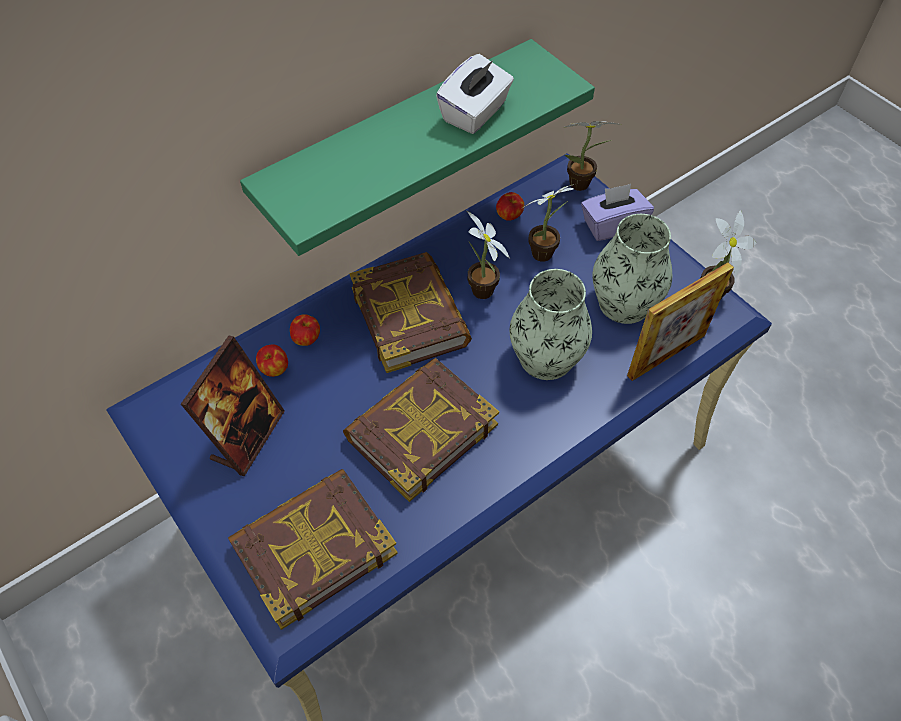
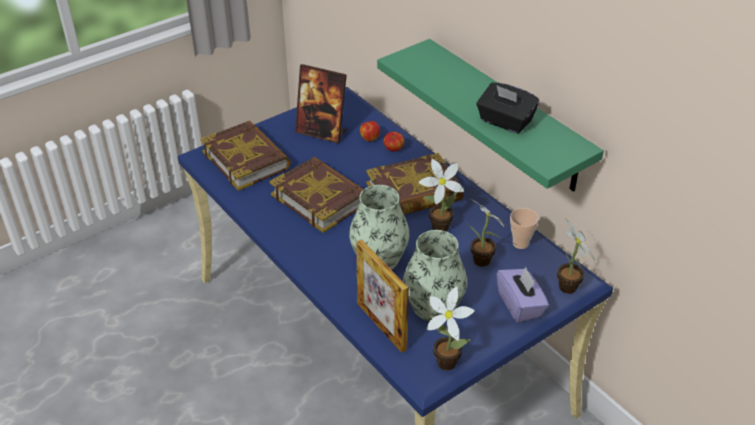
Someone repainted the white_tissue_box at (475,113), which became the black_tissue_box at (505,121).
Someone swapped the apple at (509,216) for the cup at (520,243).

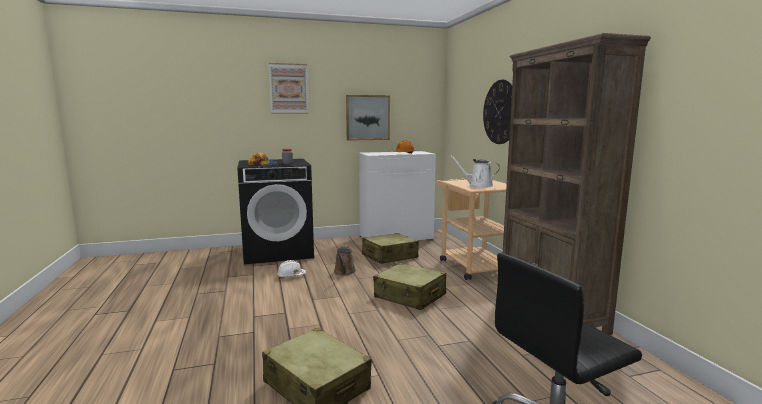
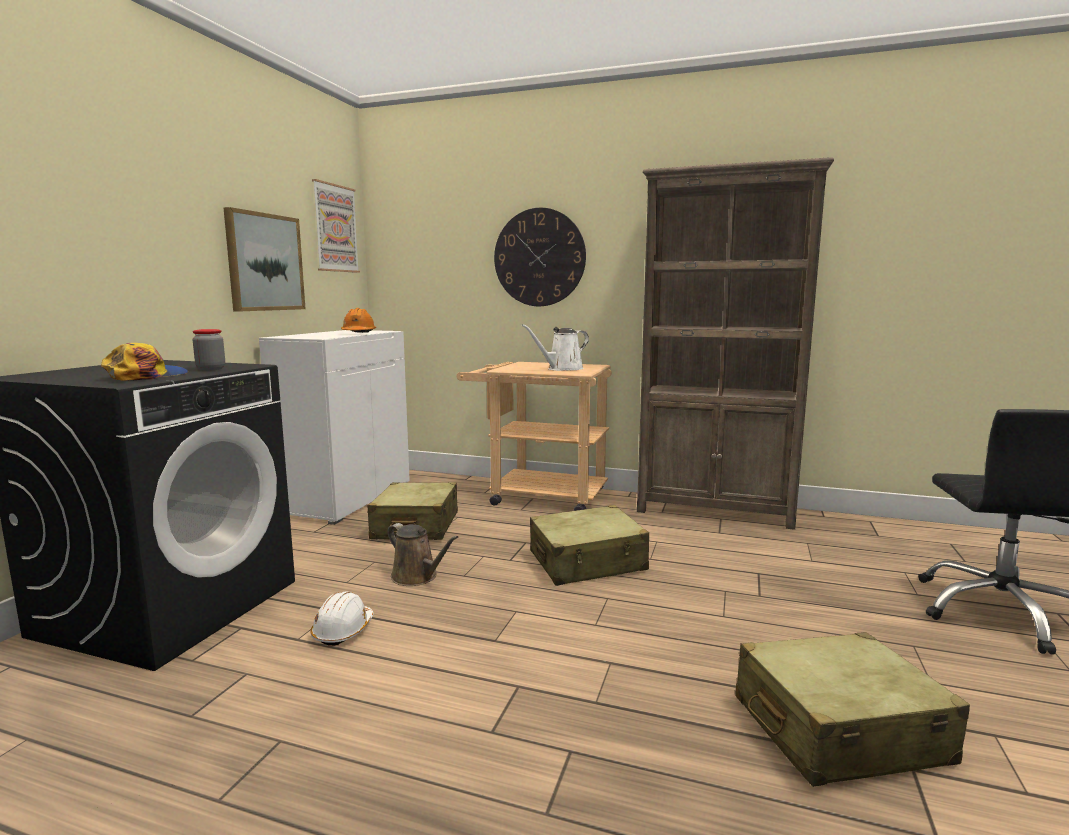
Someone carried the picture from (288,89) to (335,228).

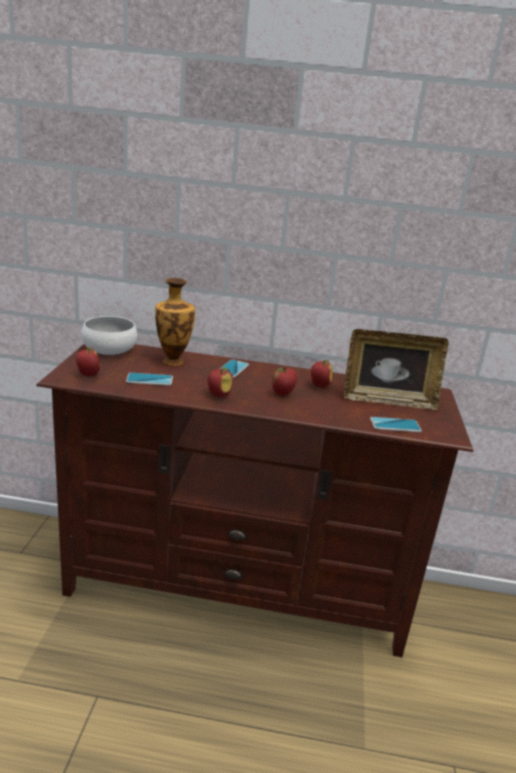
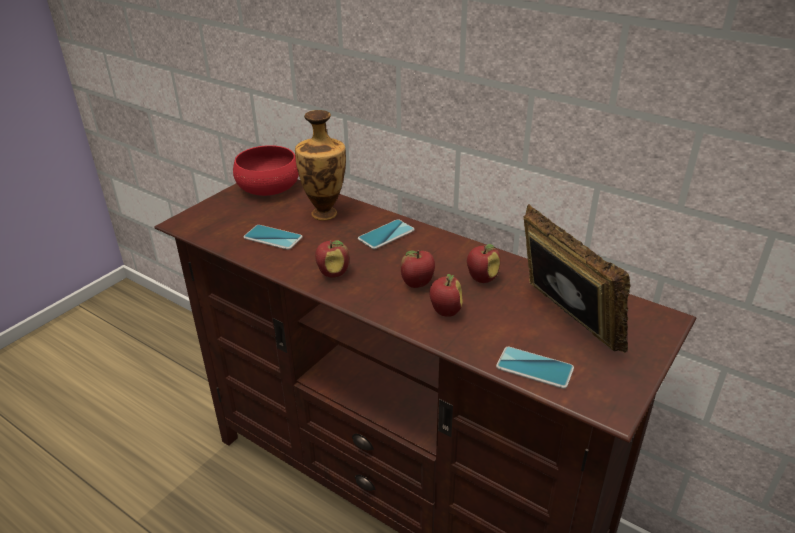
Someone repainted the white_bowl at (109,349), which became the red_bowl at (268,187).
Someone carried the apple from (88,375) to (445,312).
Someone rotated the picture_frame at (388,401) by 150 degrees counterclockwise.

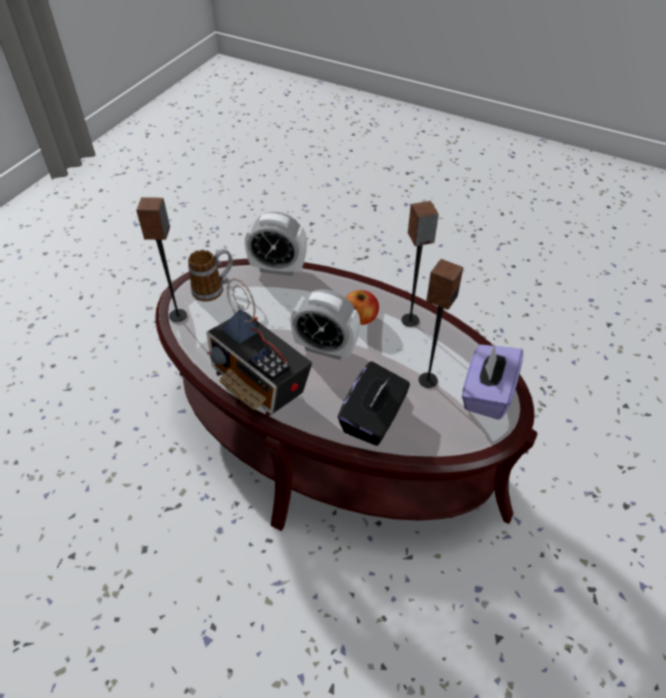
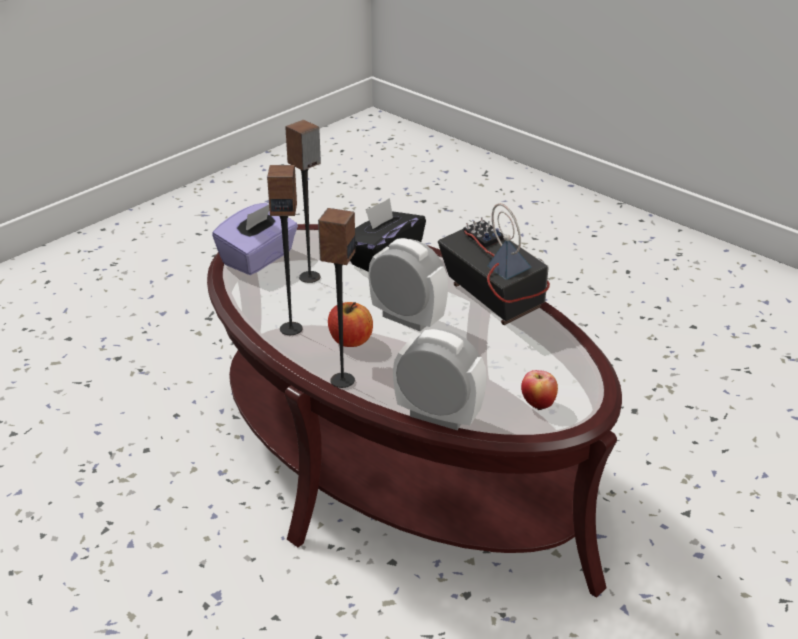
Someone carried the speaker from (178,315) to (342,380).
Someone swapped the mug at (214,289) for the apple at (537,405).

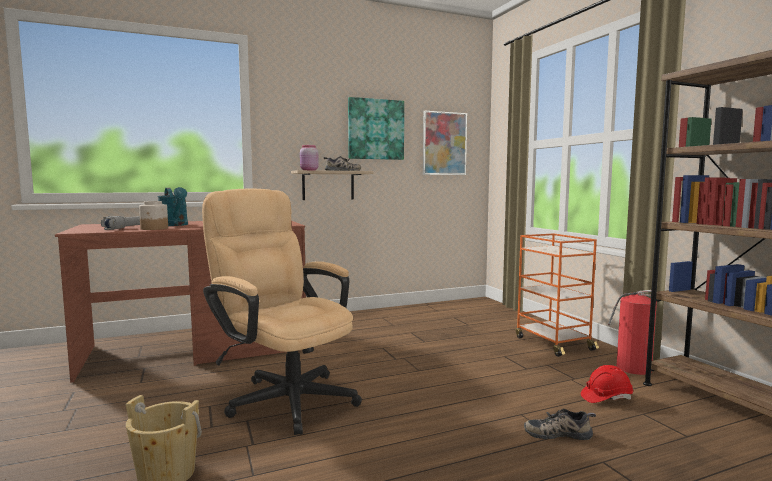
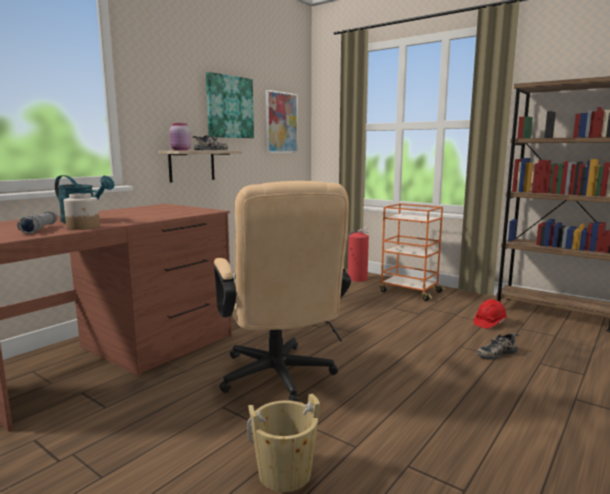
Someone rotated the beige_office_chair at (285,396) by 120 degrees counterclockwise.
Someone carried the fire_extinguisher from (631,368) to (356,278).

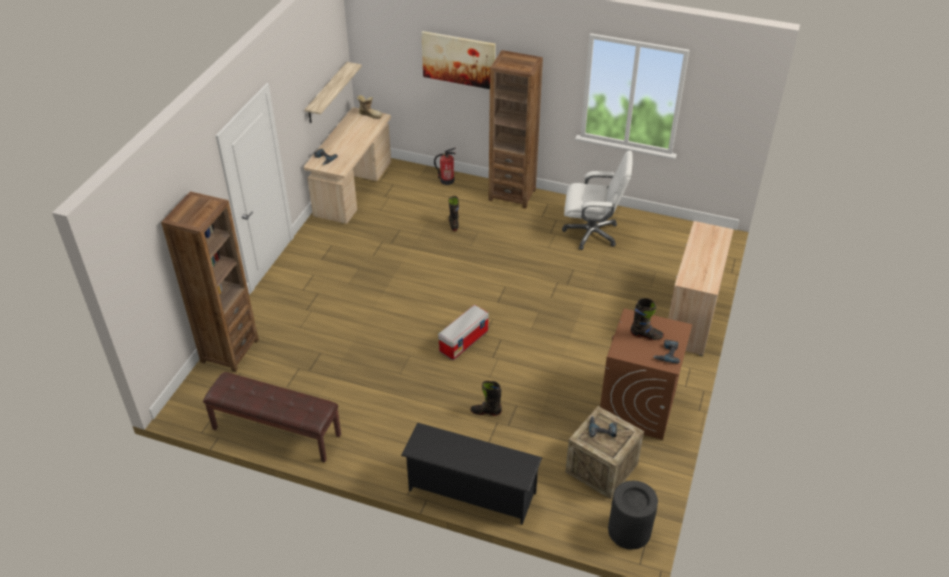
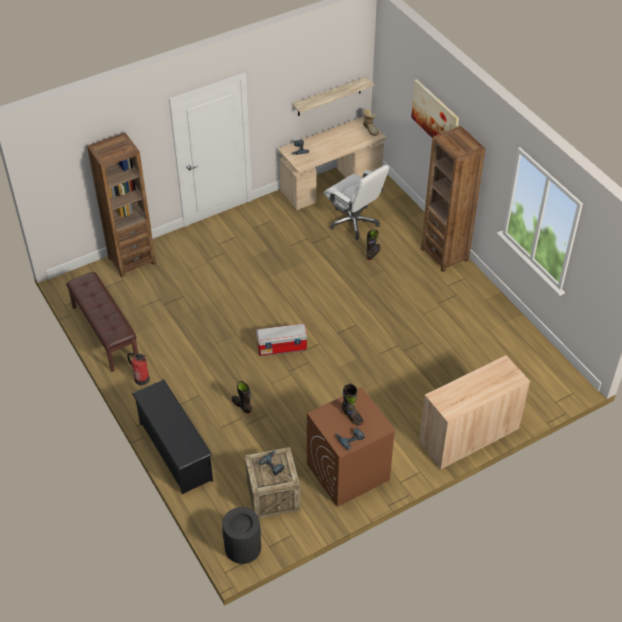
Someone carried the fire_extinguisher from (446,180) to (141,379).
Someone carried the white_office_chair from (592,233) to (354,222).

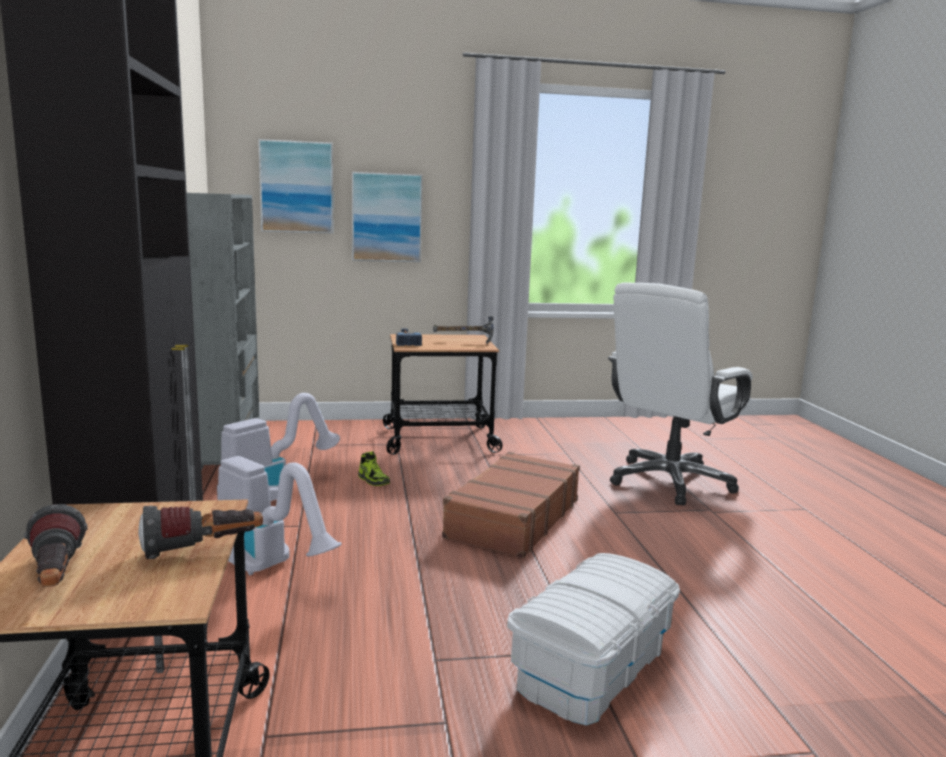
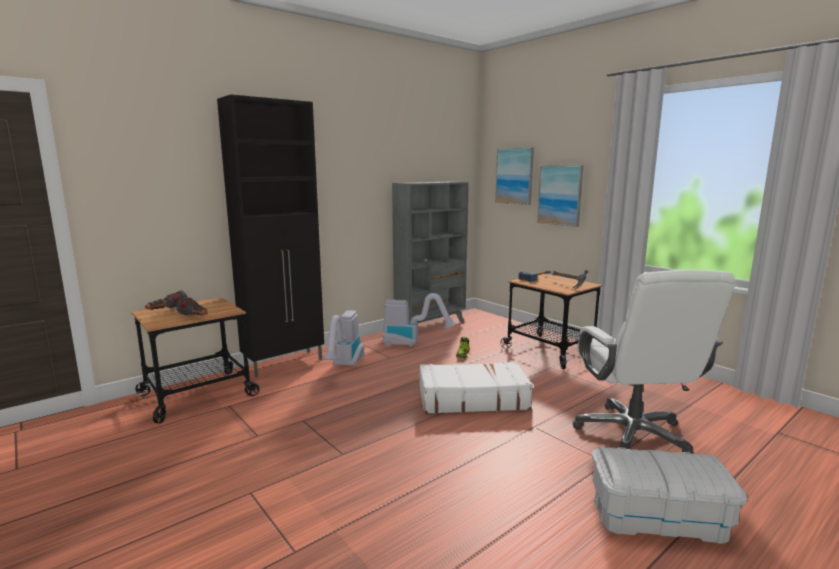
Someone repainted the brown_suitcase at (512,518), which became the white_suitcase at (472,398).
Someone rotated the white_office_chair at (670,482) by 105 degrees counterclockwise.
Someone carried the white_storage_box from (592,668) to (658,518).

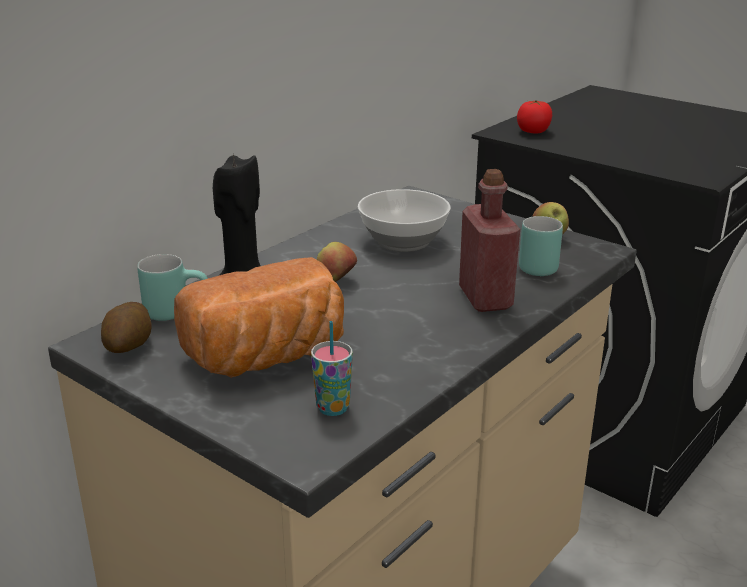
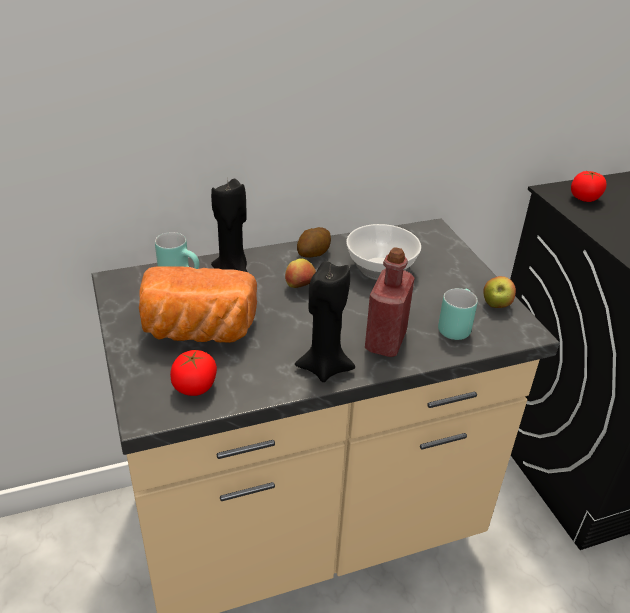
Someone swapped the cup at (333,408) for the tomato at (195,387).
Someone put down the black_candle at (324,367).
Someone carried the potato from (129,346) to (313,254).

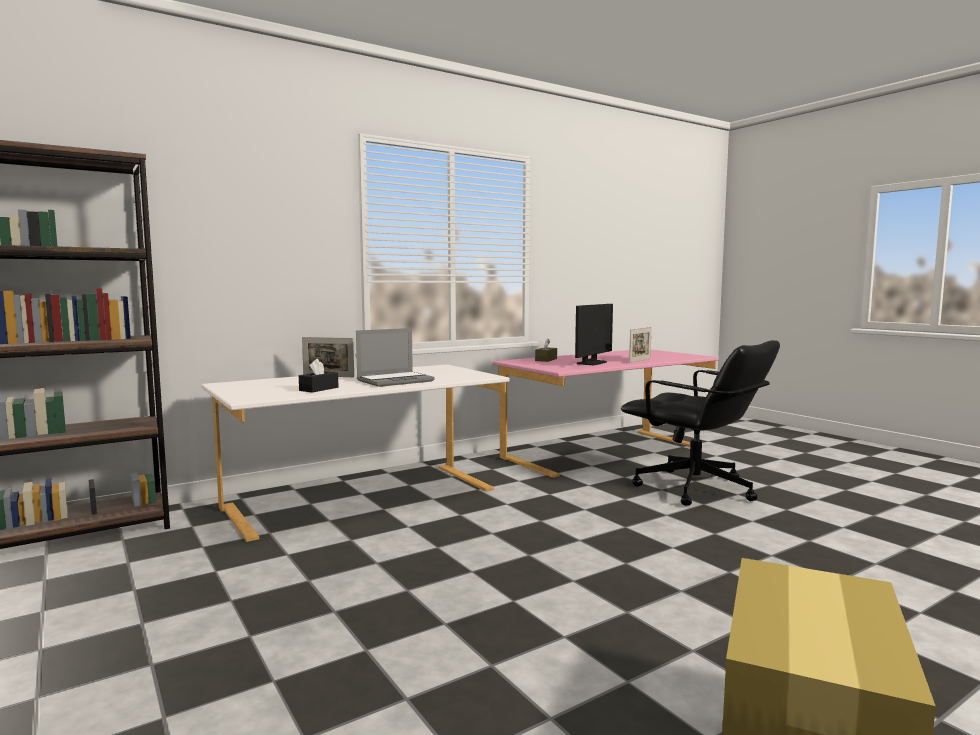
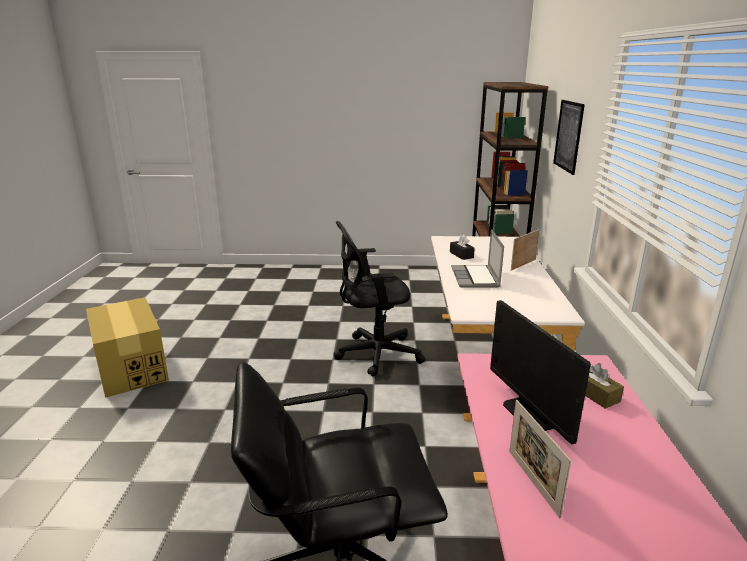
Someone put down the black_office_chair at (374,354).
Someone put up the picture at (568,136).

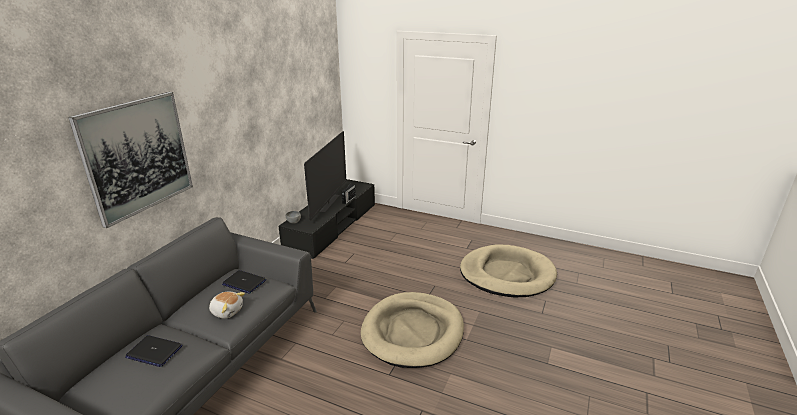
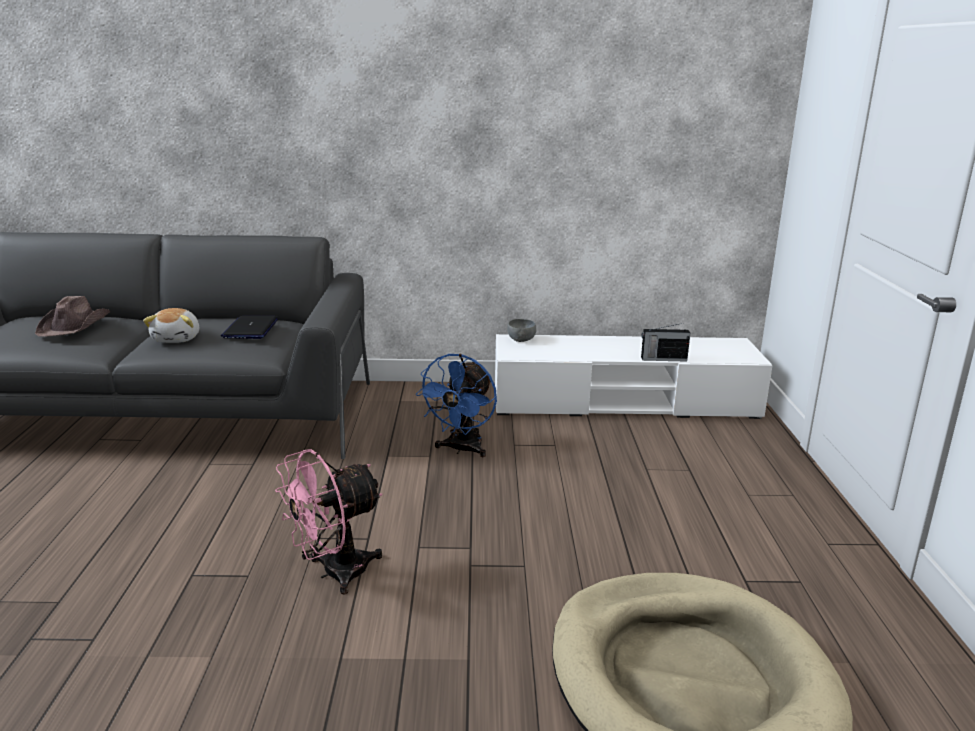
Someone swapped the laptop at (154,352) for the brown_hat at (75,325).
Someone swapped the beige_dog_bed at (413,332) for the pink_fan at (333,573).
Someone put down the blue_fan at (461,449).
Someone repainted the black_tv_stand at (332,226), which became the white_tv_stand at (623,402).
Someone took away the picture at (137,156).
Someone took away the television at (328,203).

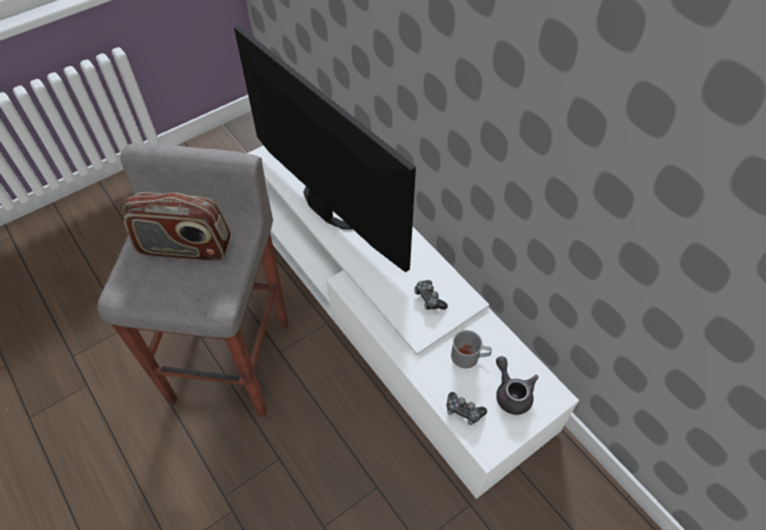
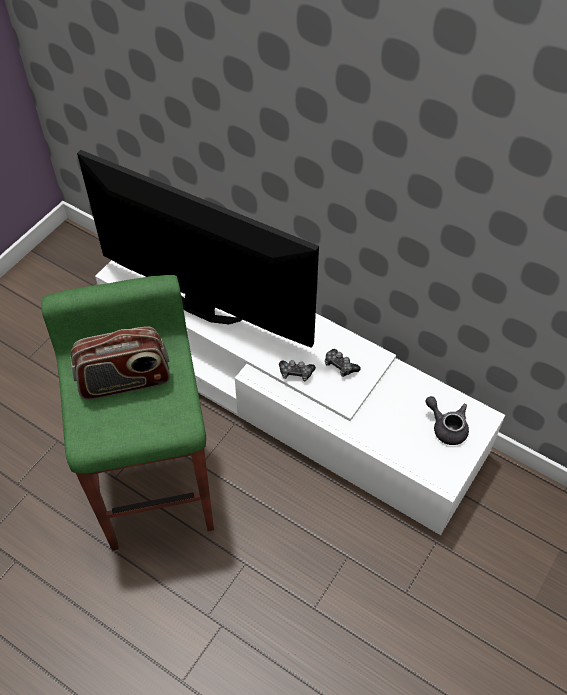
Someone repainted the grey_stool at (233,359), which became the green_stool at (157,487).
Someone carried the game_controller from (463,411) to (296,373).
Someone took away the grey_mug at (469,356).

